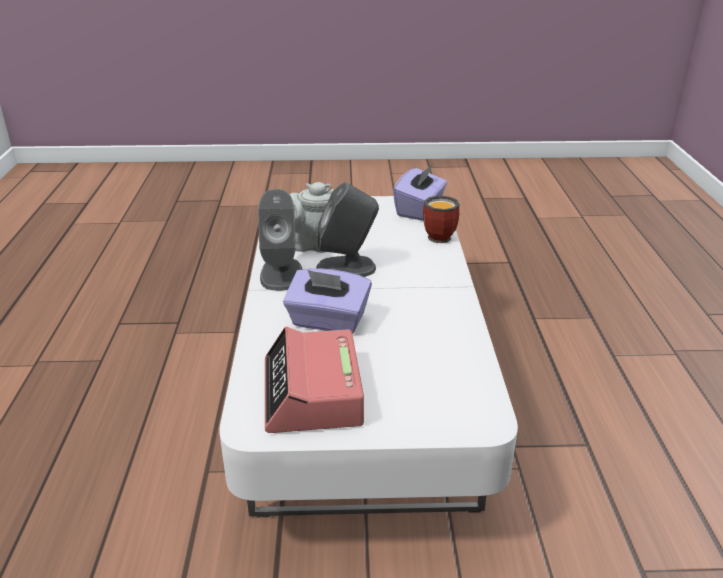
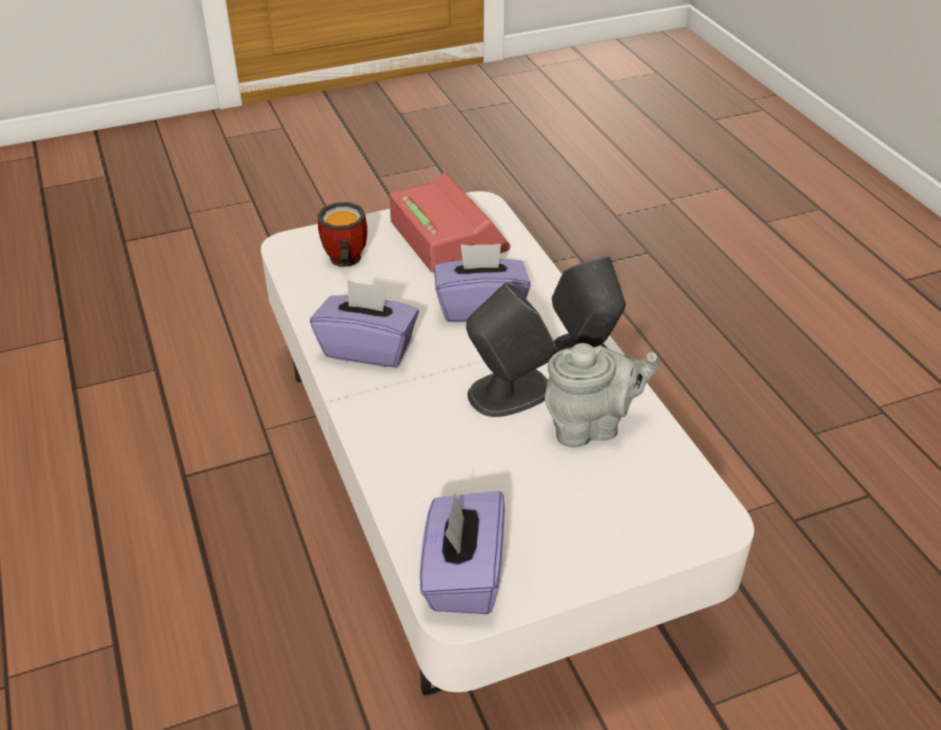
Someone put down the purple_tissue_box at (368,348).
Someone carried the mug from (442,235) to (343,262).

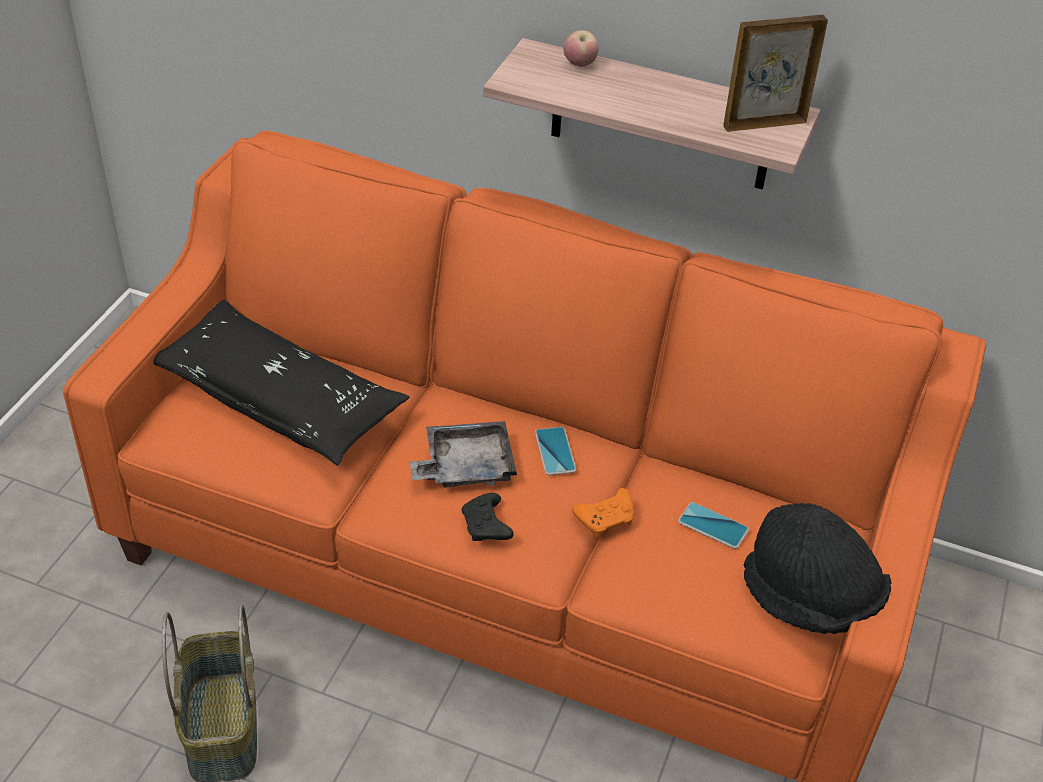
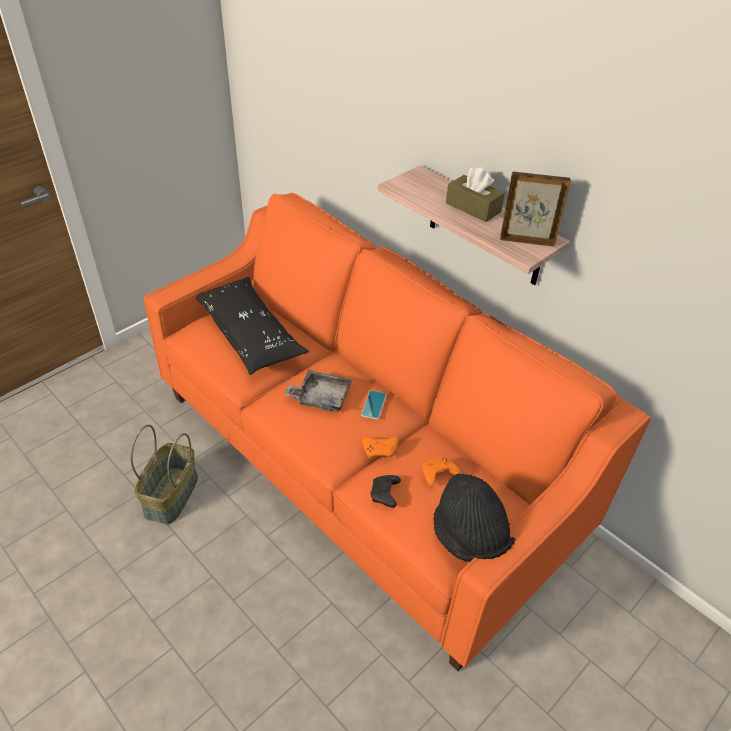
Someone carried the black_game_controller from (486,526) to (385,495).
Someone swapped the phone at (713,526) for the orange_game_controller at (437,475).
Someone put down the brown_tissue_box at (473,207).
Someone took away the apple at (579,64).

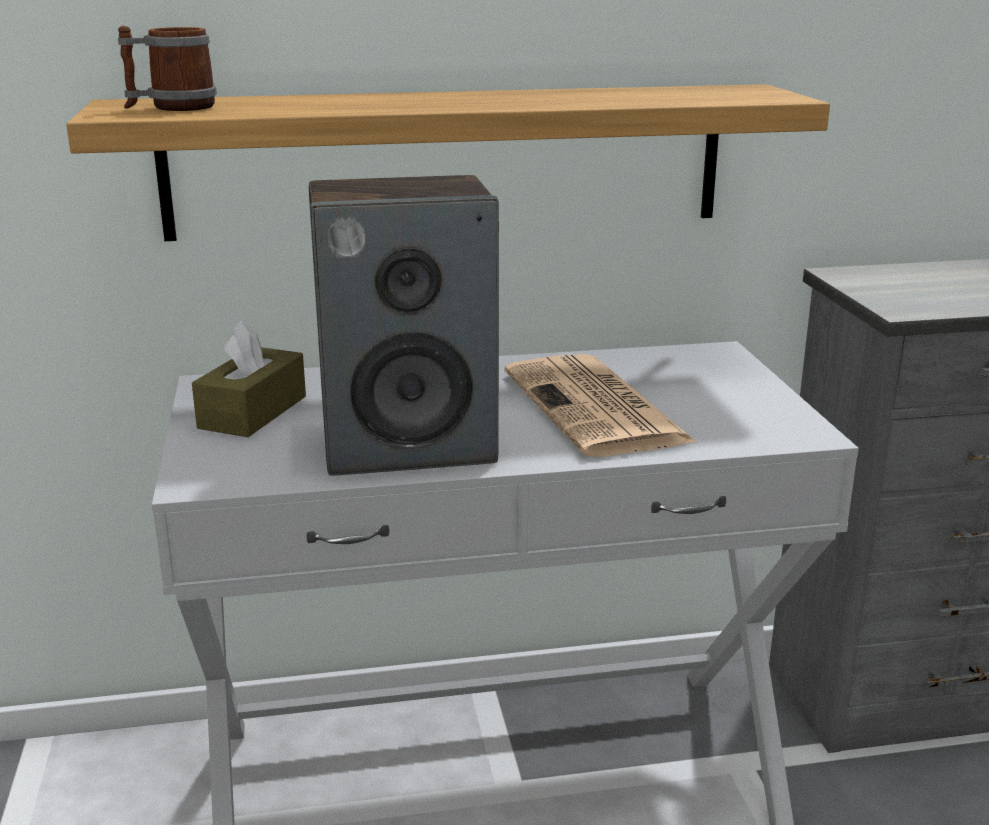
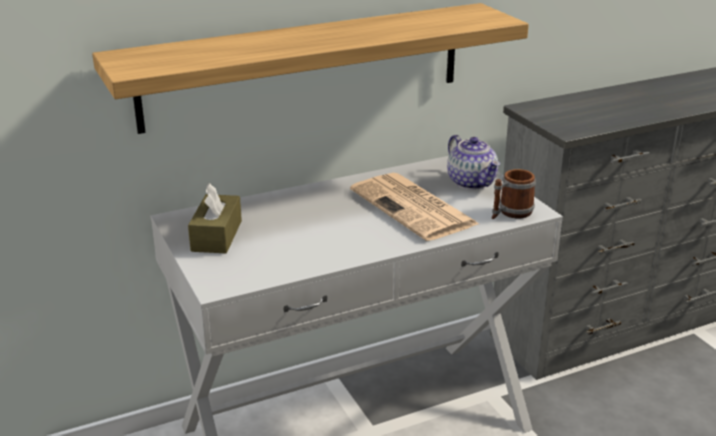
Someone put down the teapot at (472,182).
Someone carried the mug from (171,107) to (510,213).
Someone took away the speaker at (409,444).

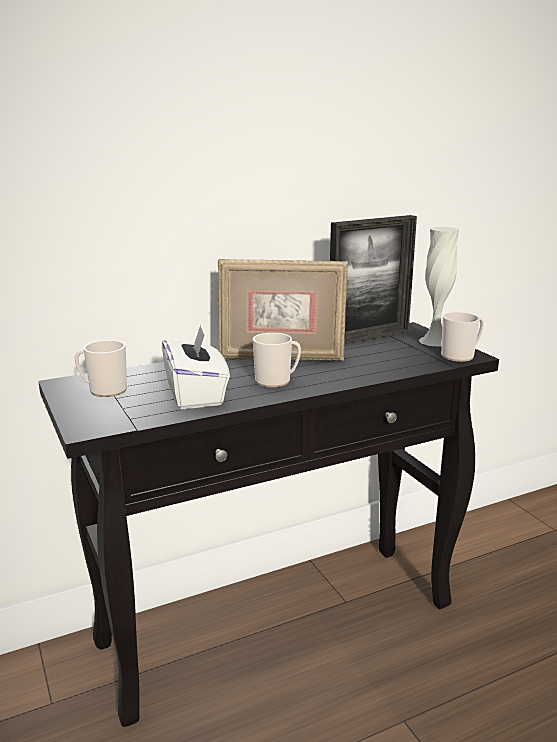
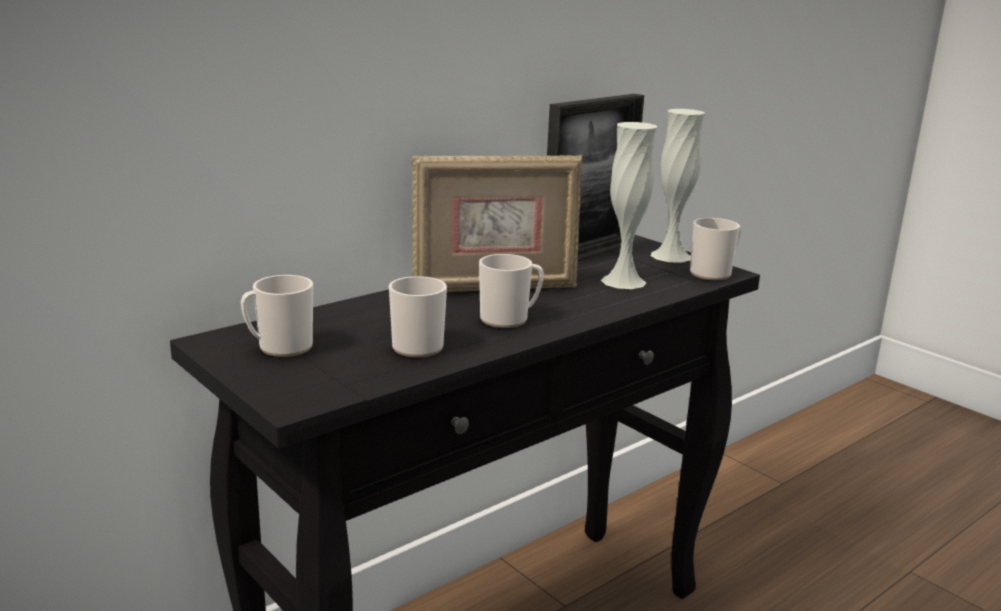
Someone swapped the white_tissue_box at (196,395) for the mug at (414,345).
Someone put down the white_vase at (623,281).

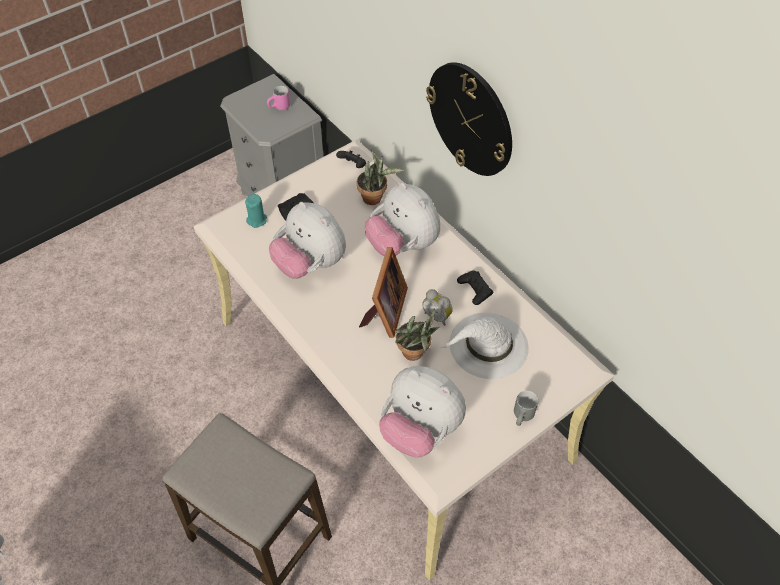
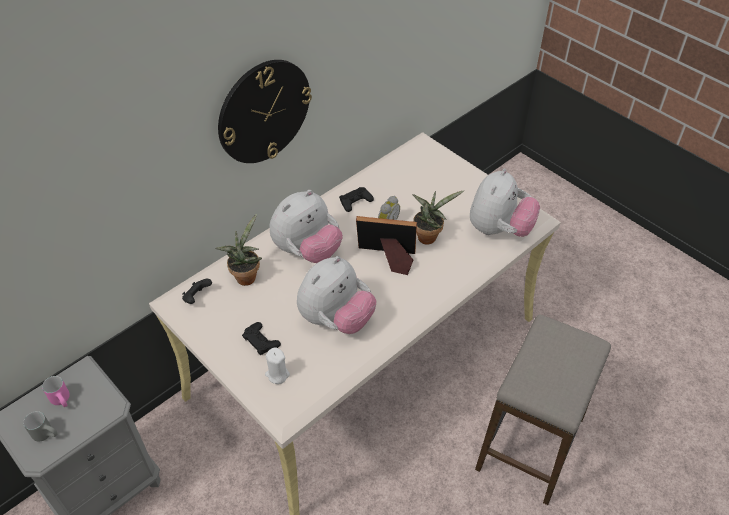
Someone carried the grey_mug from (523,417) to (47,433).
Someone repainted the turquoise_candle at (257,220), which became the white_candle at (277,374).
Someone took away the white_hat at (487,346).

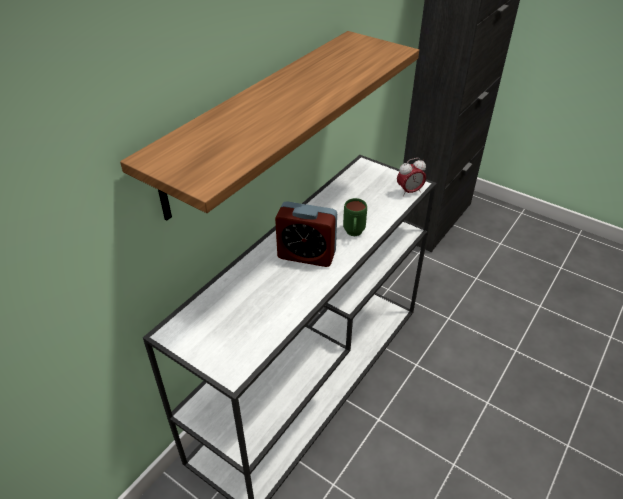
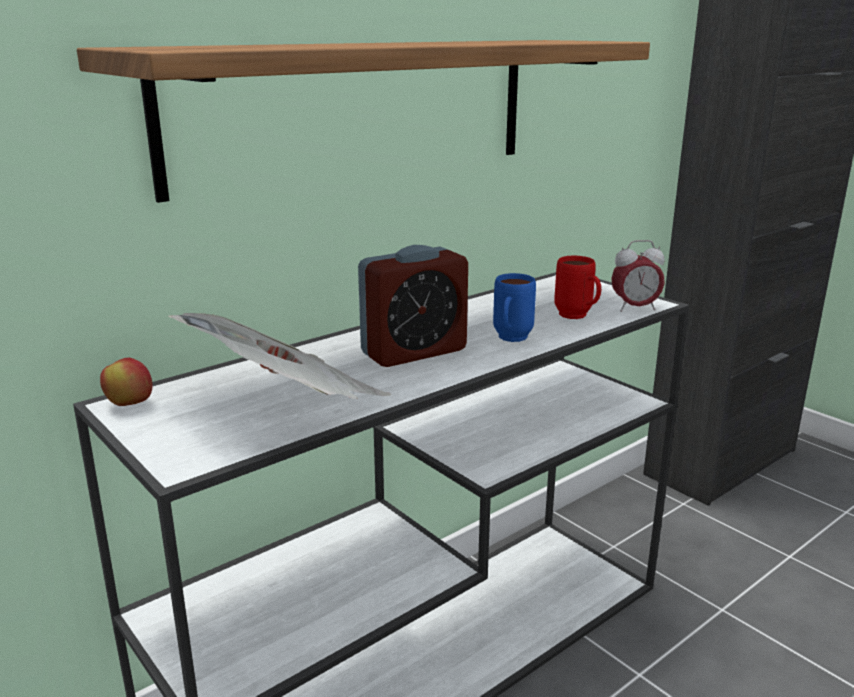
Someone put down the apple at (129,404).
Someone put down the newspaper at (290,406).
Someone rotated the alarm_clock at (306,255) by 60 degrees counterclockwise.
Someone repainted the green_mug at (353,234), which became the blue_mug at (510,340).
Someone put down the red_mug at (577,317).

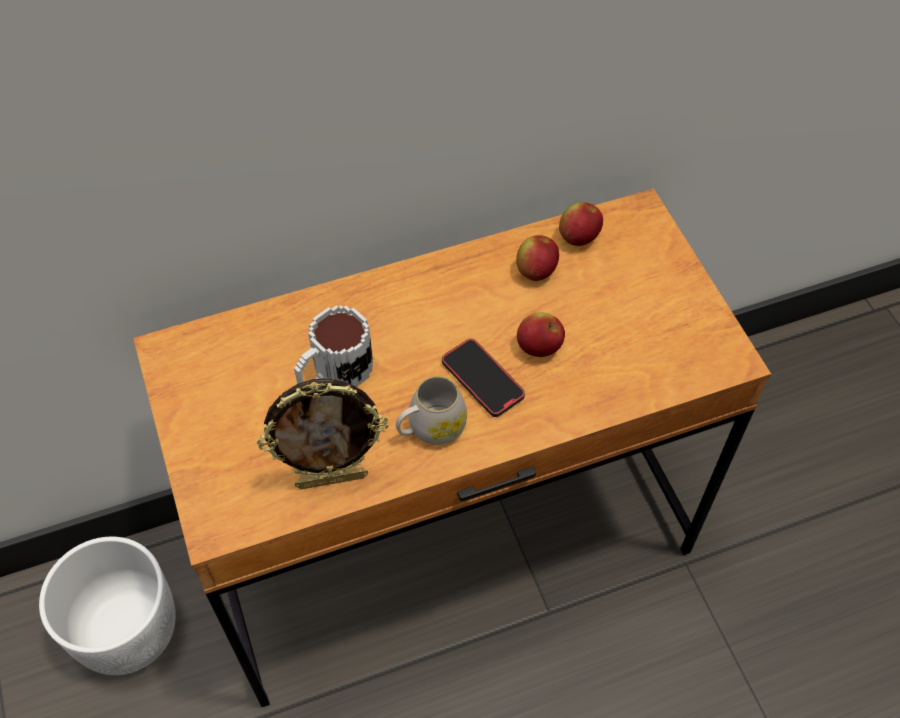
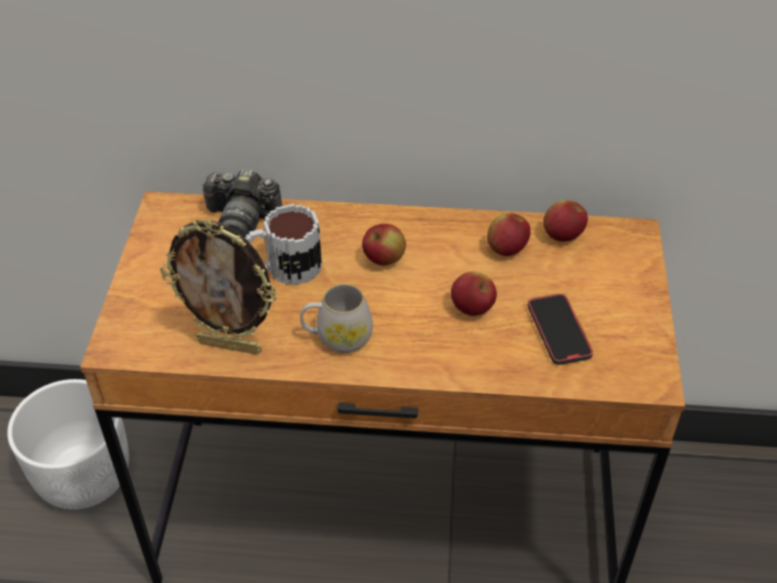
Someone put down the photo_camera at (242,220).
Someone put down the apple at (384,260).
Someone carried the phone from (482,379) to (558,331).

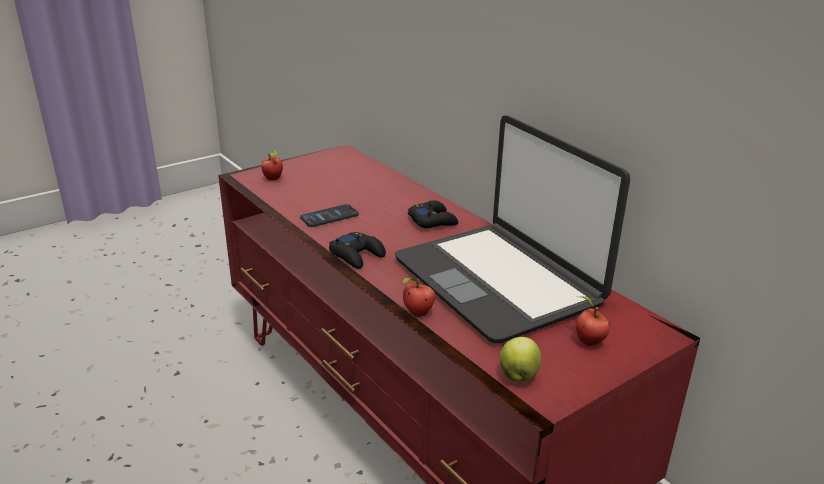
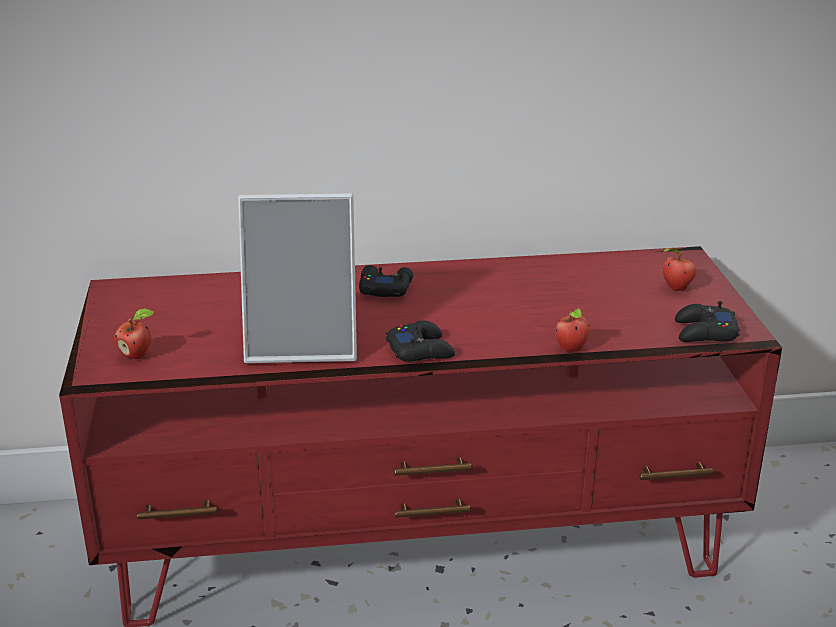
Someone swapped the phone at (329,217) for the picture_frame at (303,343).
Someone swapped the apple at (518,375) for the black_game_controller at (704,332).
Someone took away the laptop at (498,281).

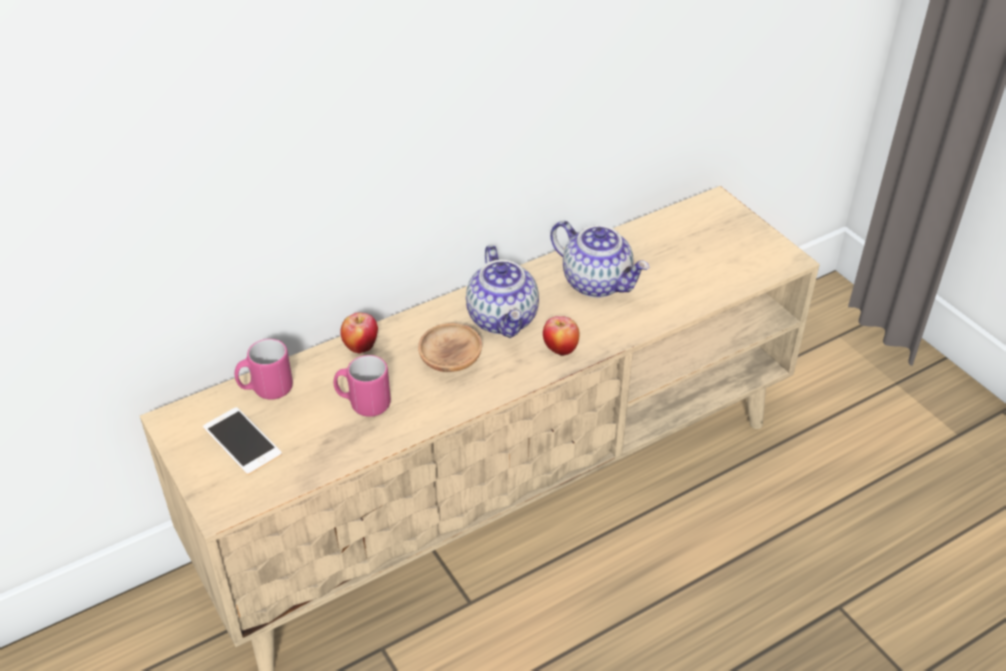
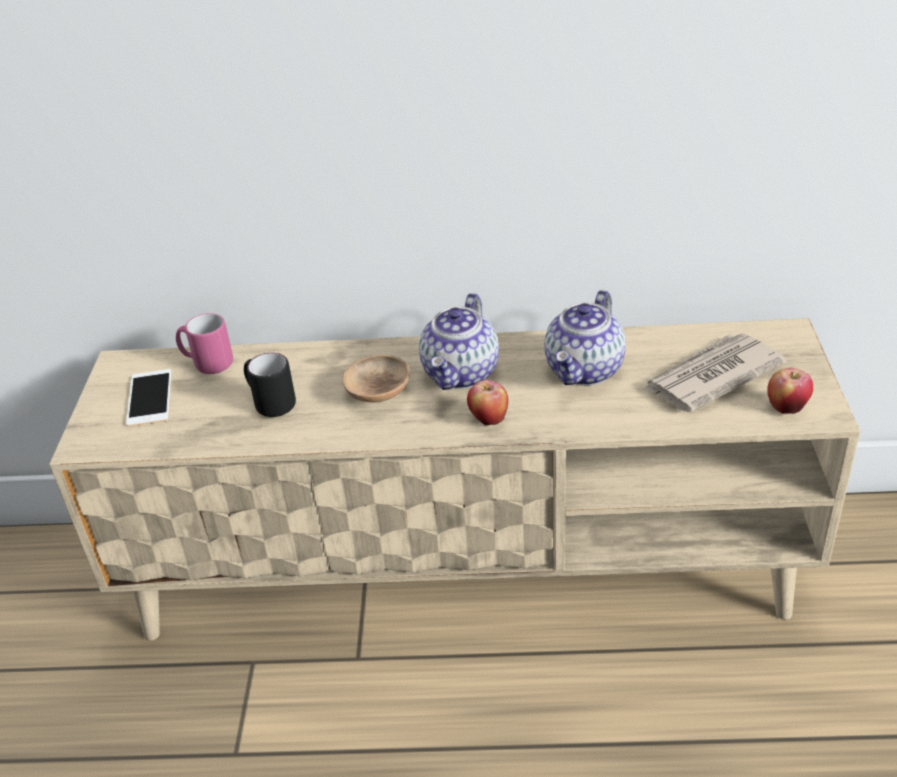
Someone repainted the pink_mug at (363,403), which became the black_mug at (270,403).
Someone rotated the teapot at (597,282) by 45 degrees clockwise.
Someone put down the newspaper at (710,377).
Someone carried the apple from (361,346) to (786,408).

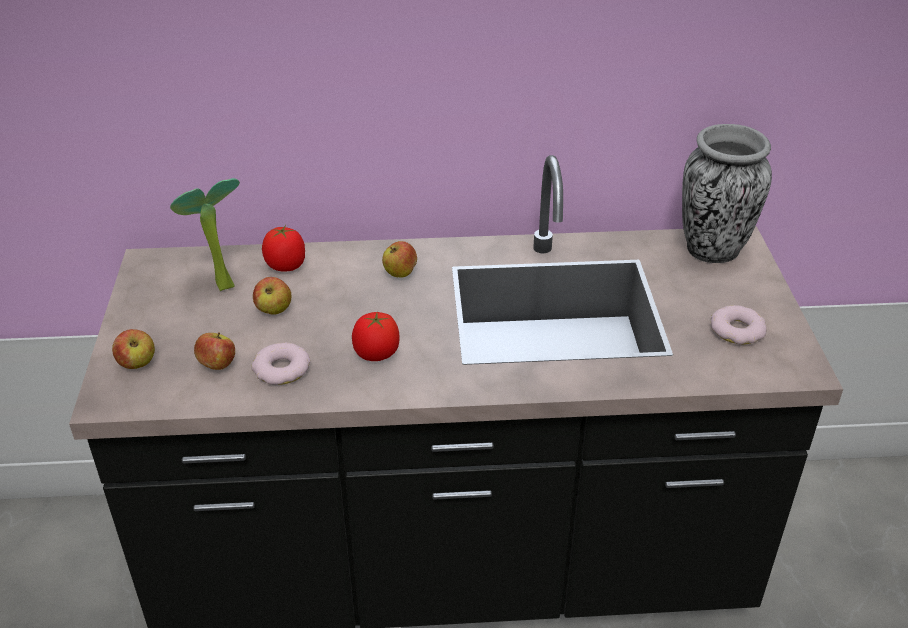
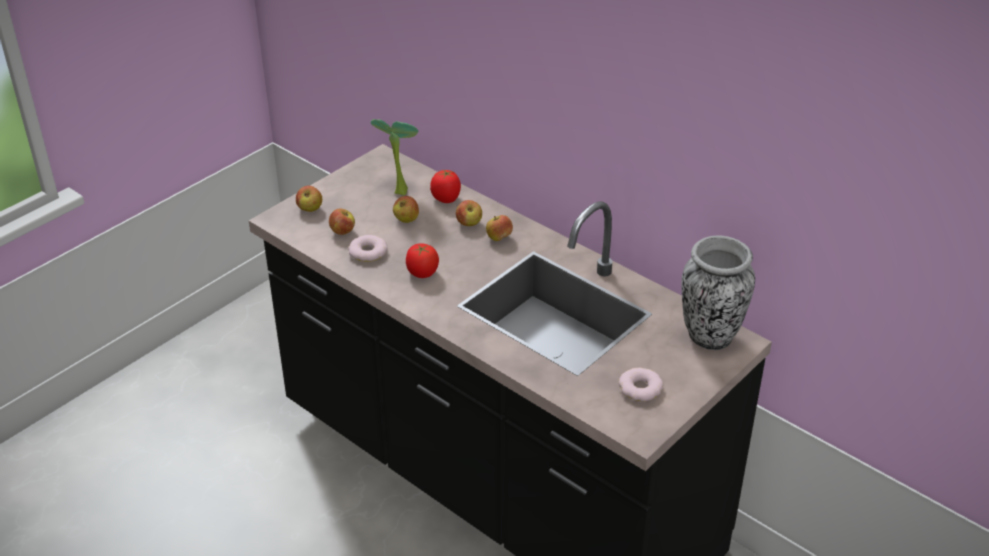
Someone put down the apple at (469,223).

